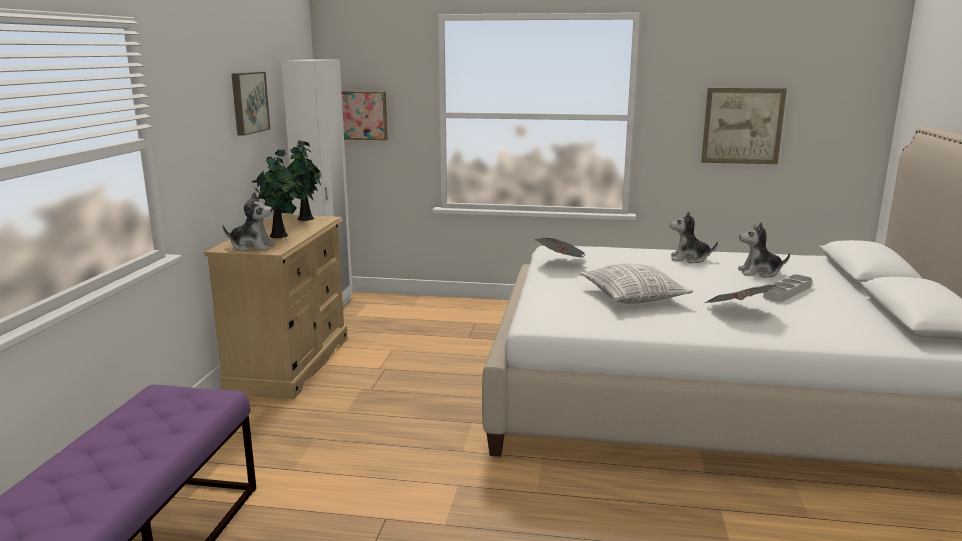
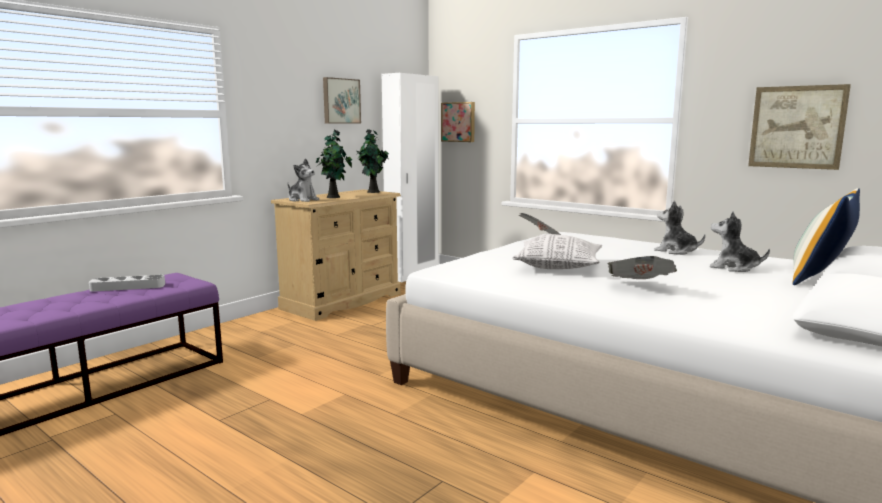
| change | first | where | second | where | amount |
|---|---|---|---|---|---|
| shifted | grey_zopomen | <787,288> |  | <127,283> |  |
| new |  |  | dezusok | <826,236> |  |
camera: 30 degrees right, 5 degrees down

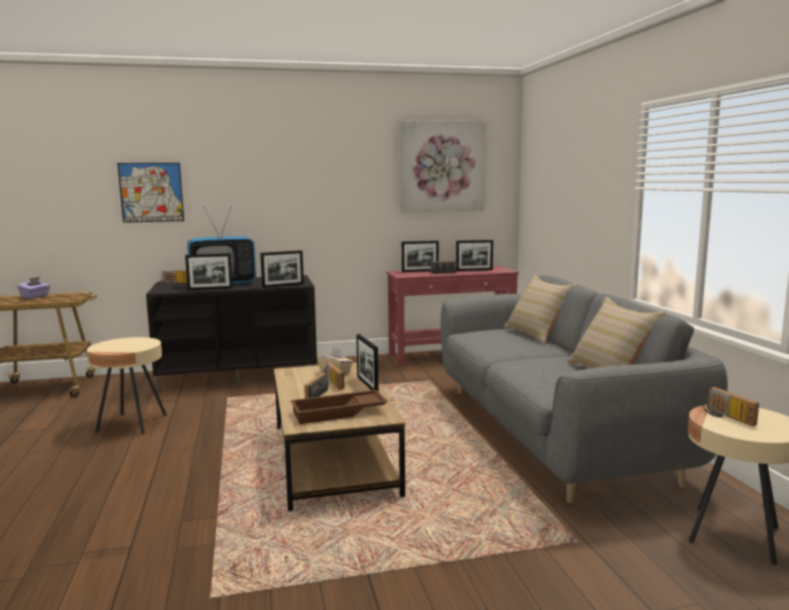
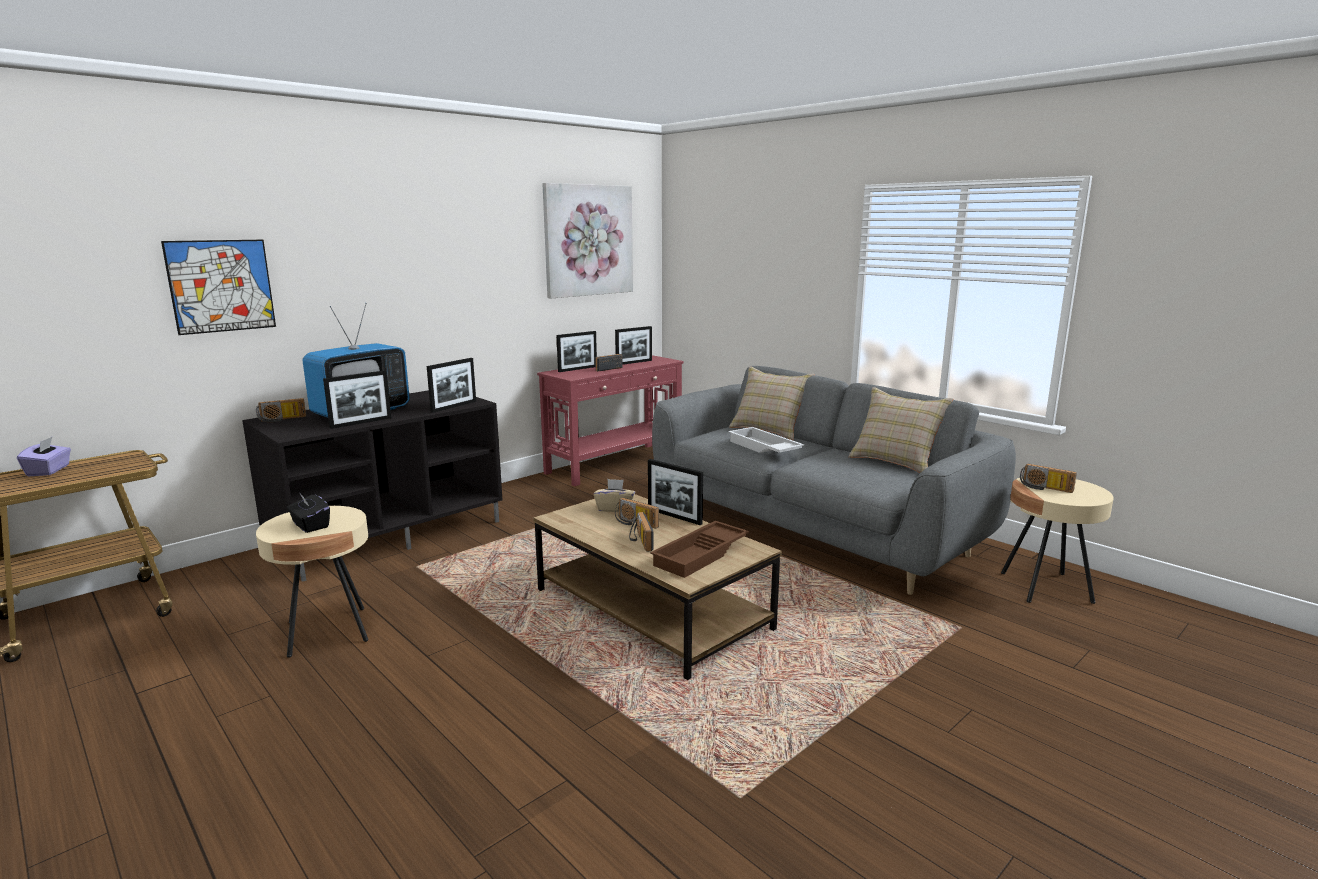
| change | first | where | second | where | amount |
|---|---|---|---|---|---|
| new |  |  | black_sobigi | <308,512> |  |
| new |  |  | white_zopomen | <766,440> |  |
camera: 30 degrees left, 5 degrees up

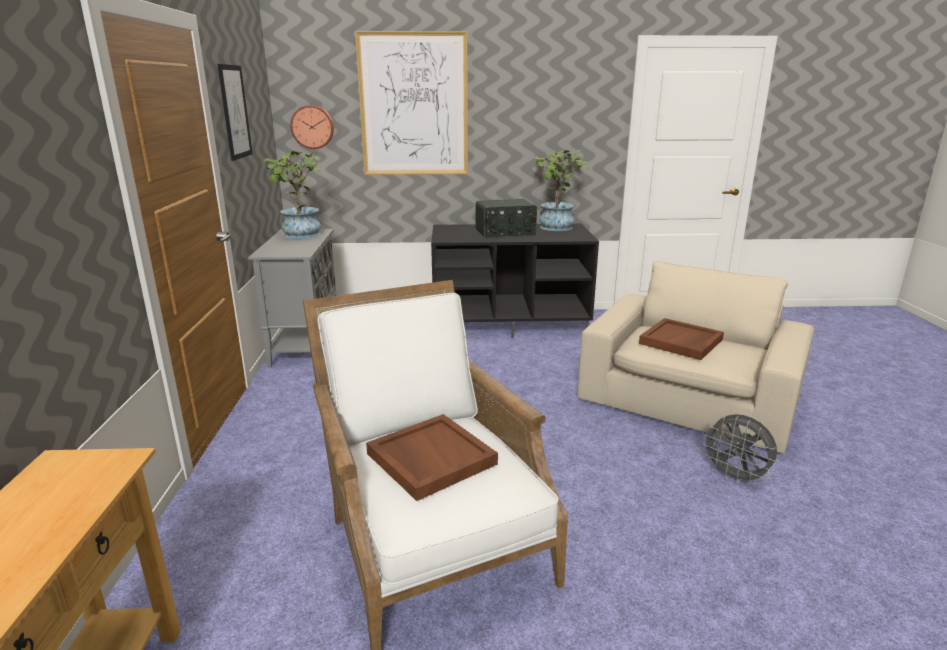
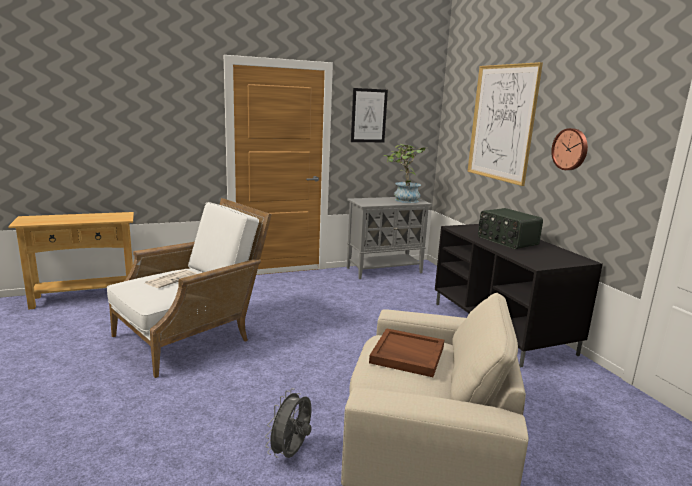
| change | first | where | second | where | amount |
|---|---|---|---|---|---|
| swapped | brown_zopomen | <432,457> | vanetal | <171,278> |  |
| shifted | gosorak | <312,127> |  | <569,149> |  |
| gone | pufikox | <562,190> |  |  |  |
camera: 70 degrees right, 5 degrees down

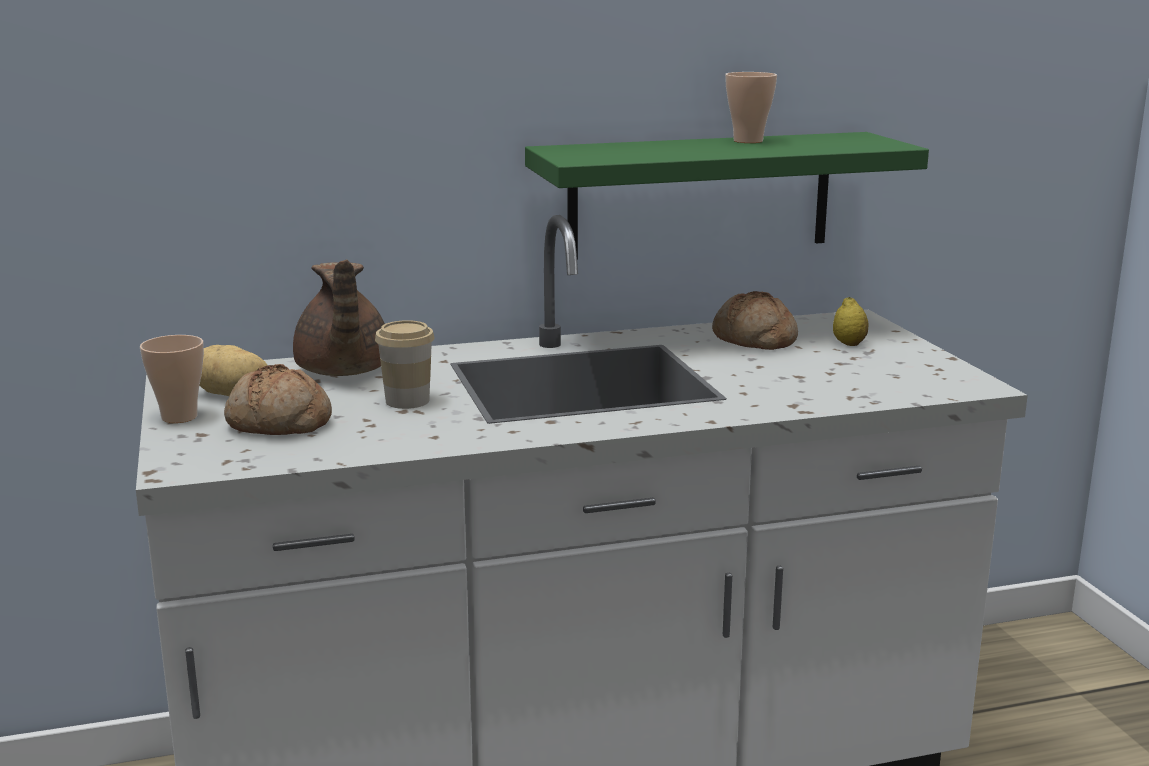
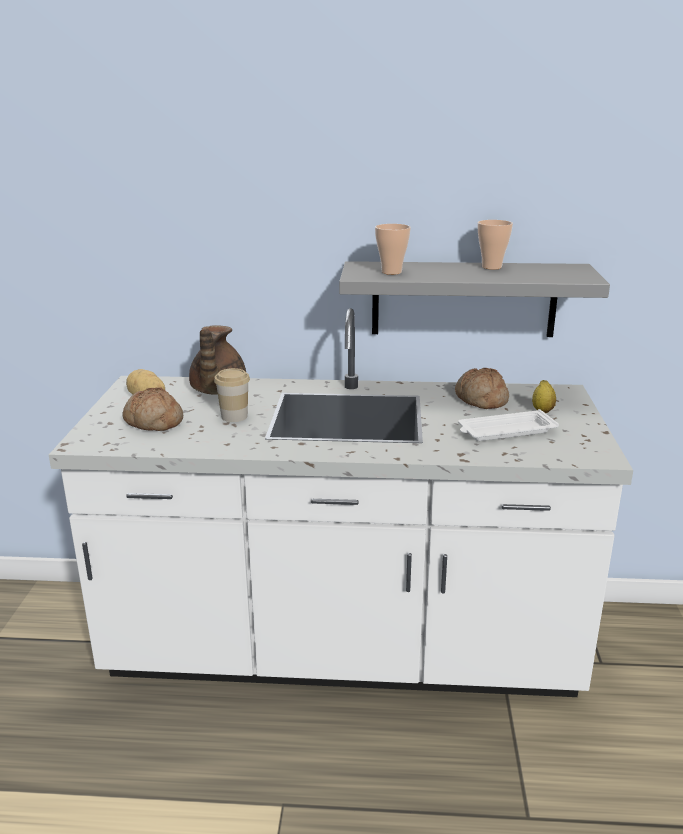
| change | first | where | second | where | amount |
|---|---|---|---|---|---|
| repainted | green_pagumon | <727,196> | grey_pagumon | <474,299> |  |
| shifted | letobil | <172,379> |  | <393,249> |  |
| new |  |  | white_zopomen | <508,425> |  |
camera: 20 degrees right, 5 degrees up

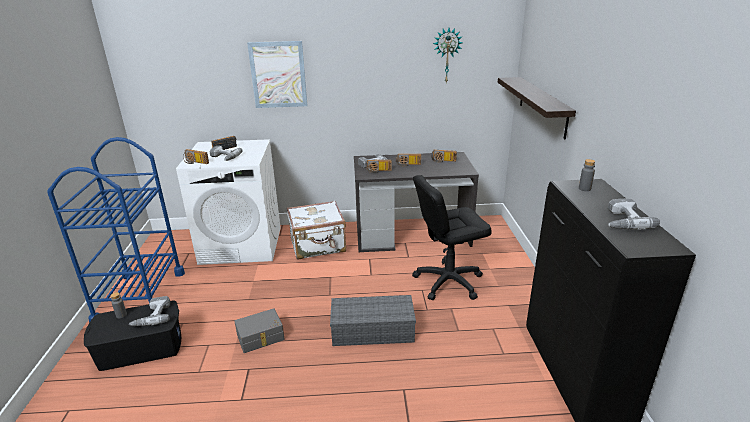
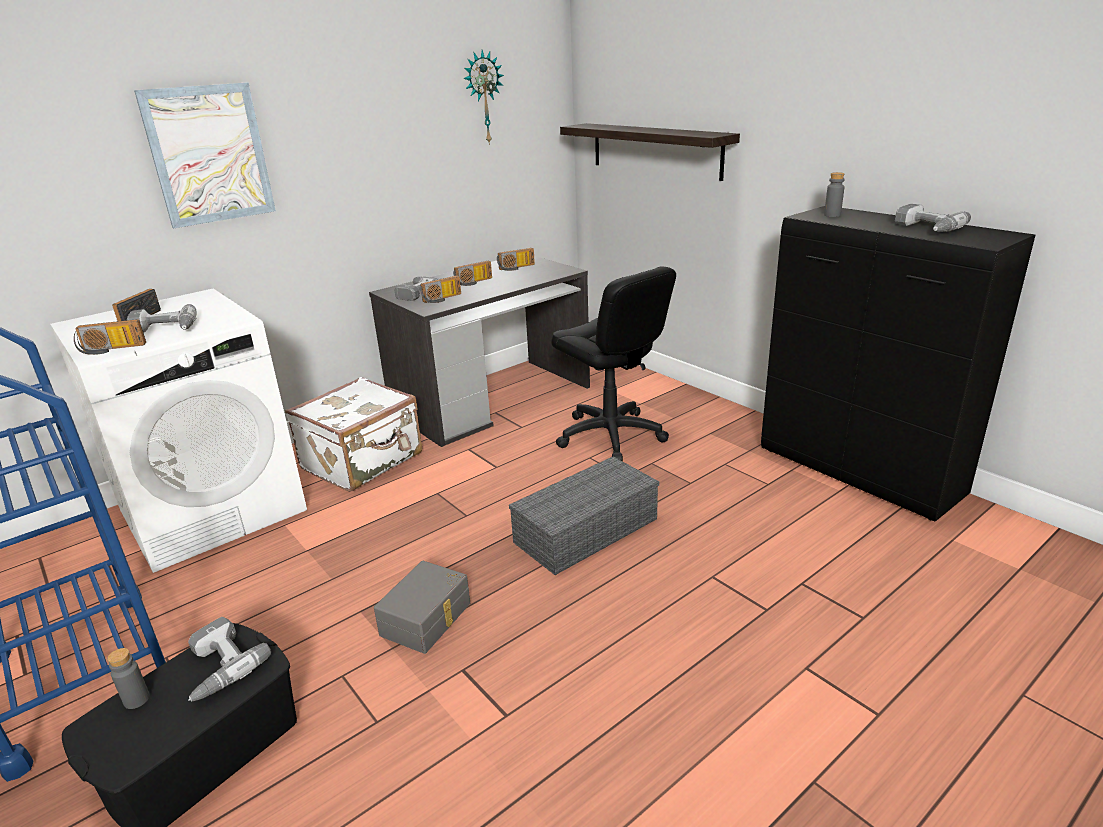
| change | first | where | second | where | amount |
|---|---|---|---|---|---|
| rotated | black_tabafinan | <452,237> |  | <613,363> | 75 degrees counterclockwise |
camera: 35 degrees left, 0 degrees up

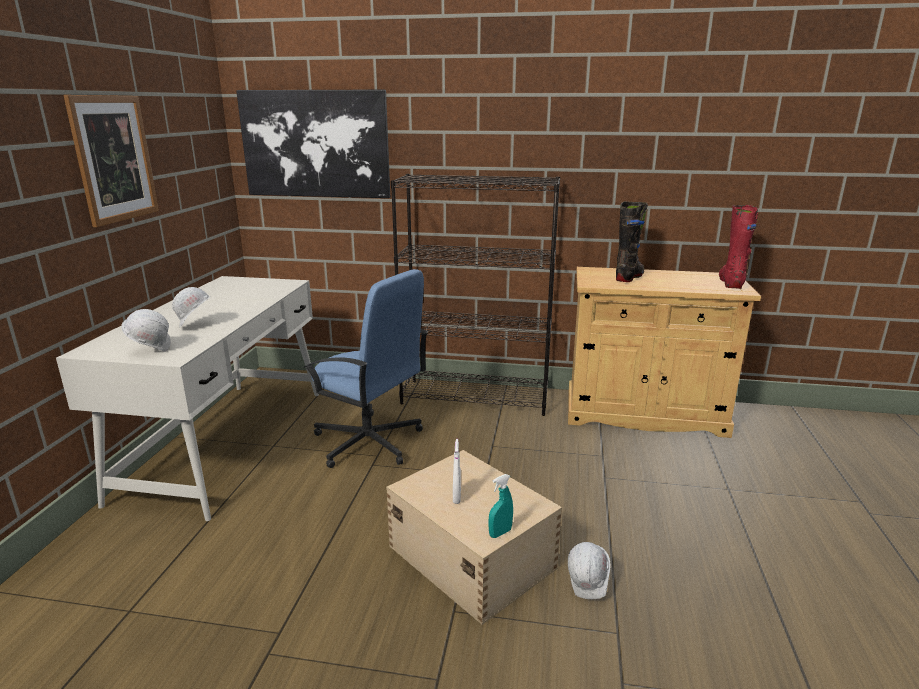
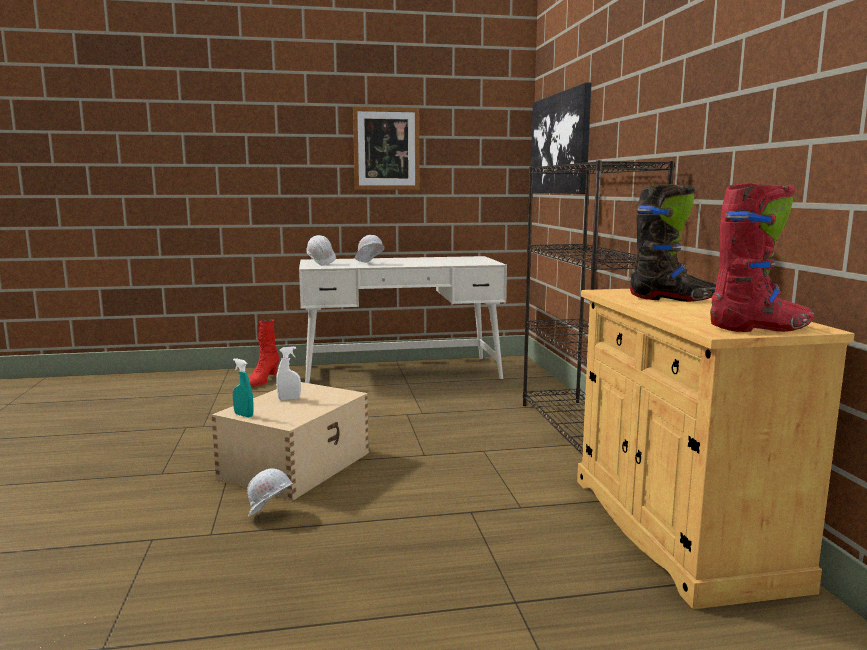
| change | first | where | second | where | amount |
|---|---|---|---|---|---|
| new |  |  | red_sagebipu | <264,353> |  |
| gone | blue_tabafinan | <366,368> |  |  |  |
camera: 70 degrees right, 10 degrees down

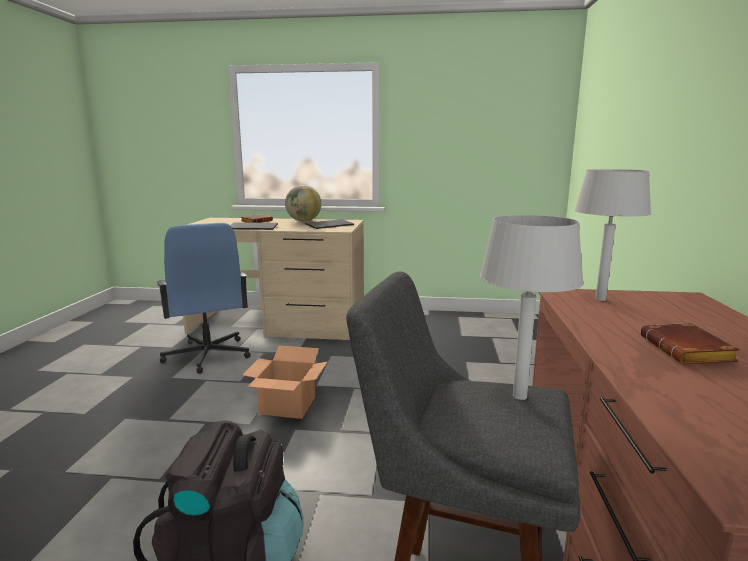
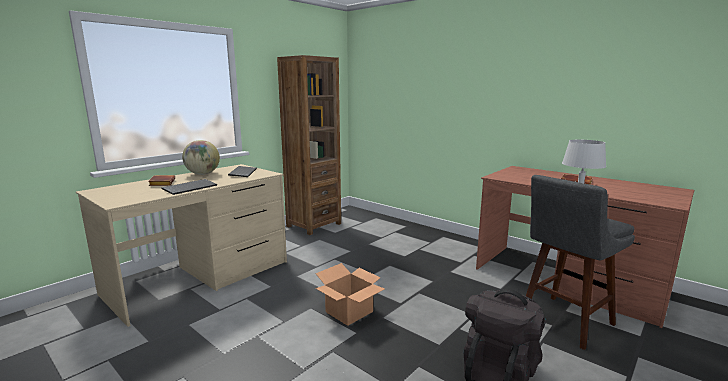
| change | first | where | second | where | amount |
|---|---|---|---|---|---|
| new |  |  | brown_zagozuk | <309,145> |  |
| gone | blue_tabafinan | <204,298> |  |  |  |
| gone | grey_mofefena | <613,235> |  |  |  |
camera: 55 degrees left, 0 degrees up

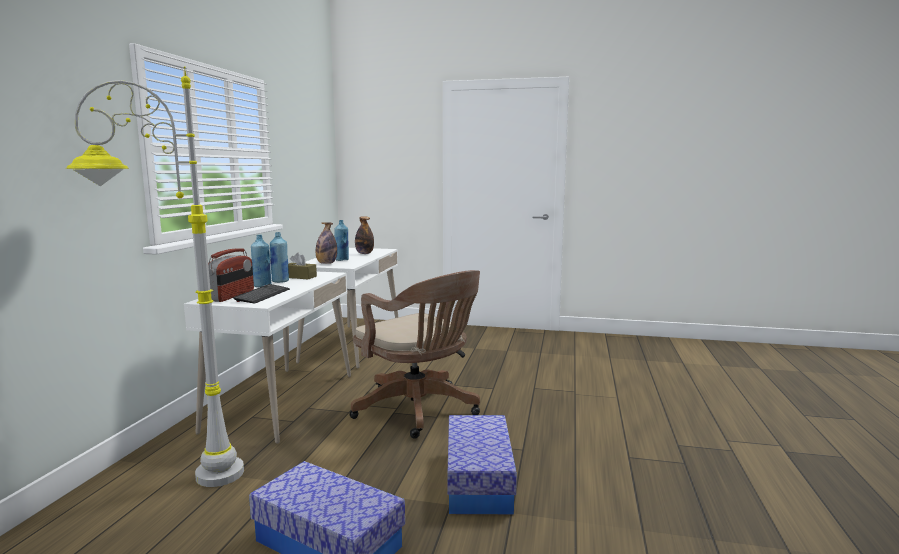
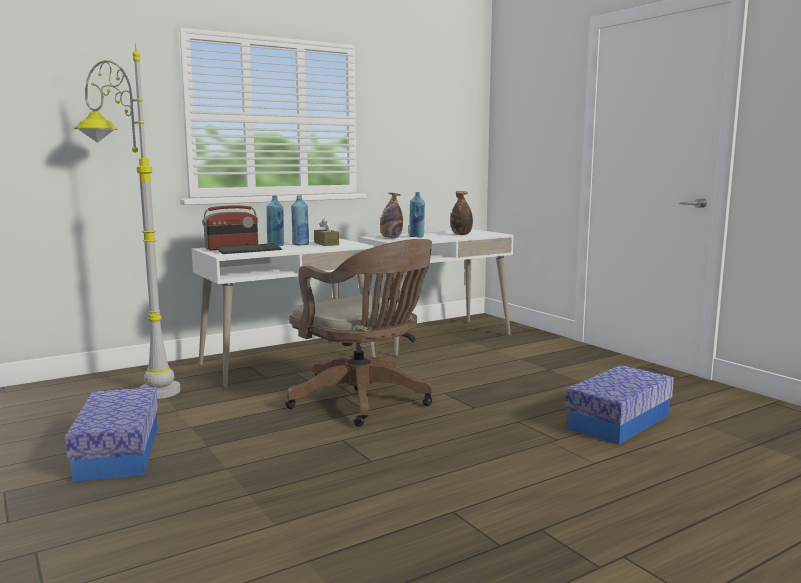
| change | first | where | second | where | amount |
|---|---|---|---|---|---|
| rotated | brown_tabafinan | <414,354> |  | <358,333> | 45 degrees counterclockwise |
| shifted | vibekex | <482,464> |  | <619,405> |  |
camera: 45 degrees right, 0 degrees up

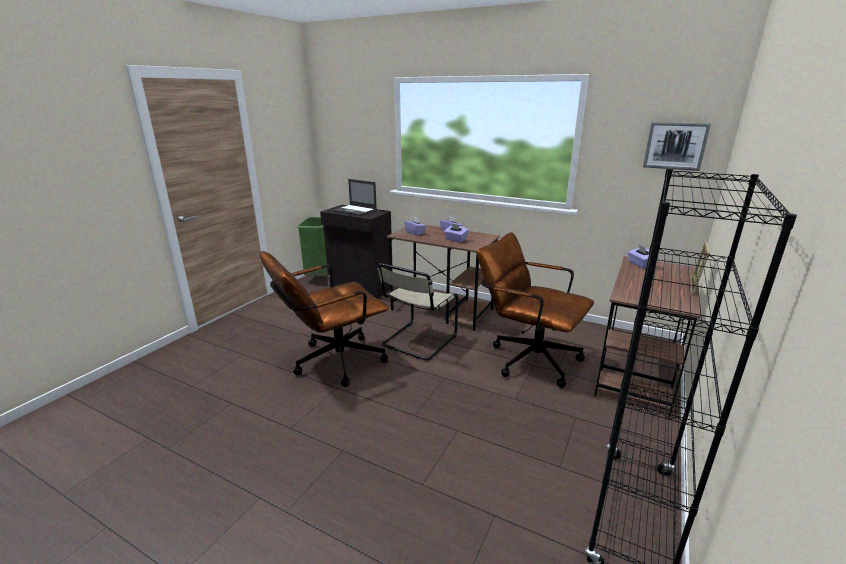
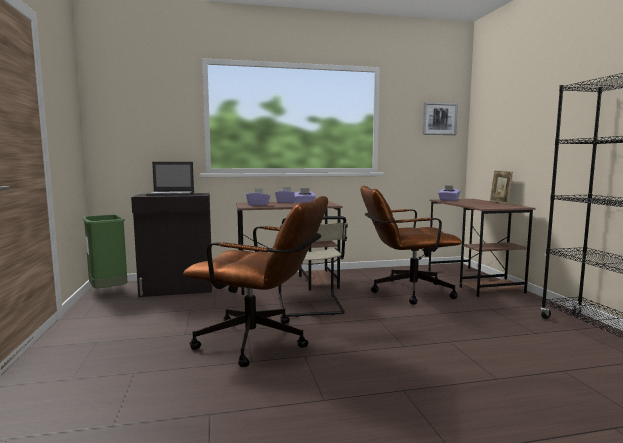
| change | first | where | second | where | amount |
|---|---|---|---|---|---|
| rotated | brown_tabafinan | <324,319> |  | <255,281> | 90 degrees counterclockwise |
camera: 40 degrees left, 15 degrees down

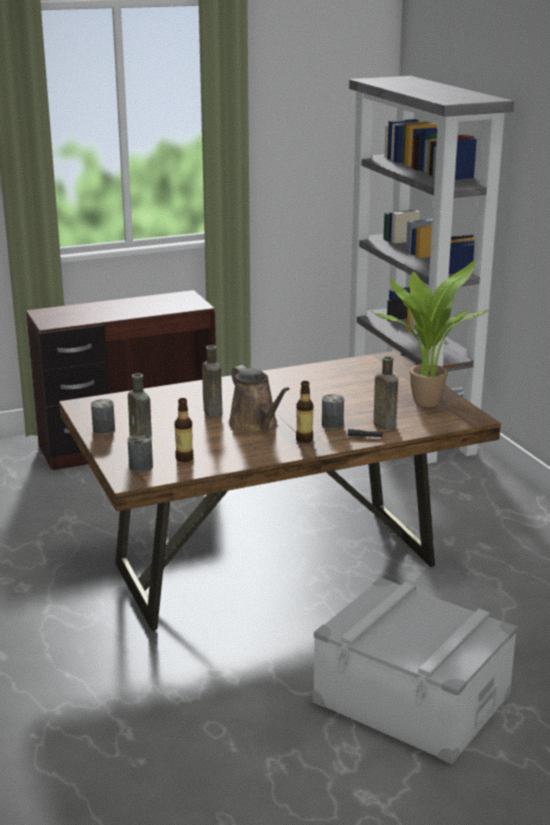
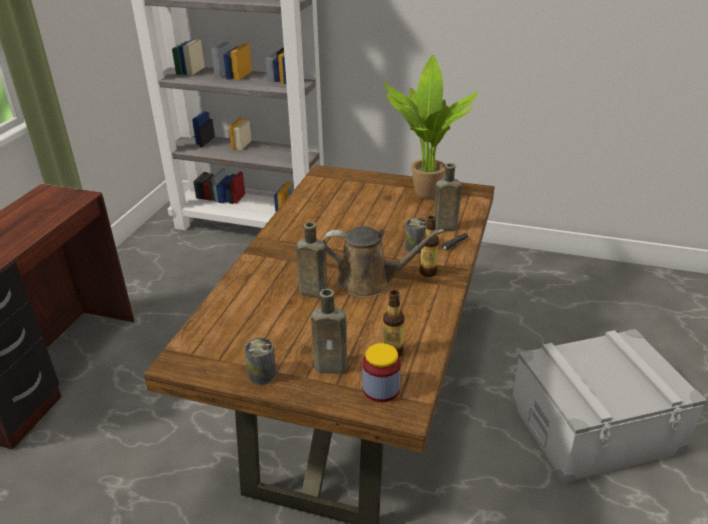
| change | first | where | second | where | amount |
|---|---|---|---|---|---|
| swapped | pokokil | <140,453> | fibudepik | <381,372> |  |
camera: 50 degrees left, 10 degrees up

